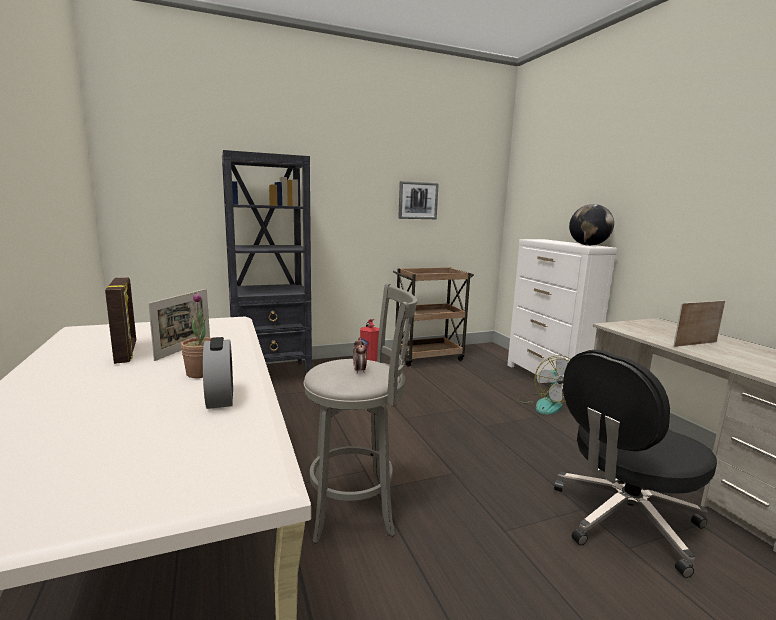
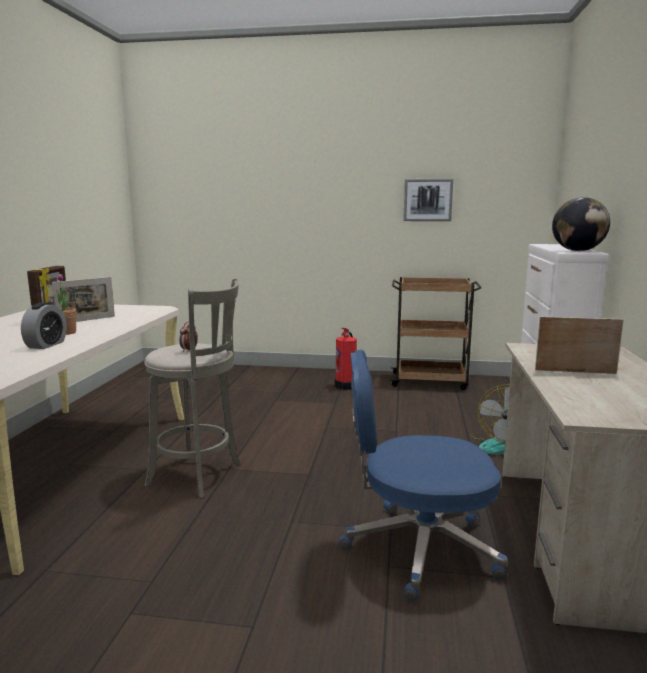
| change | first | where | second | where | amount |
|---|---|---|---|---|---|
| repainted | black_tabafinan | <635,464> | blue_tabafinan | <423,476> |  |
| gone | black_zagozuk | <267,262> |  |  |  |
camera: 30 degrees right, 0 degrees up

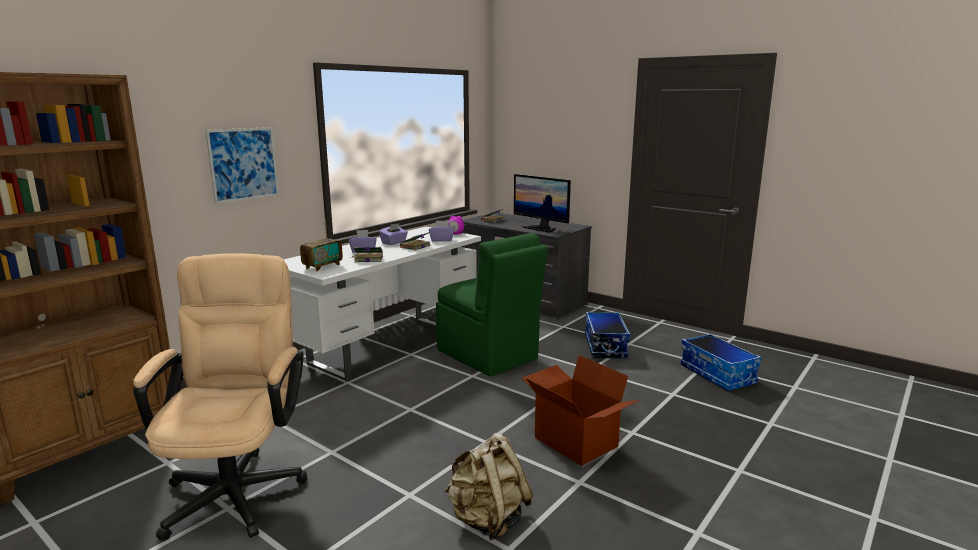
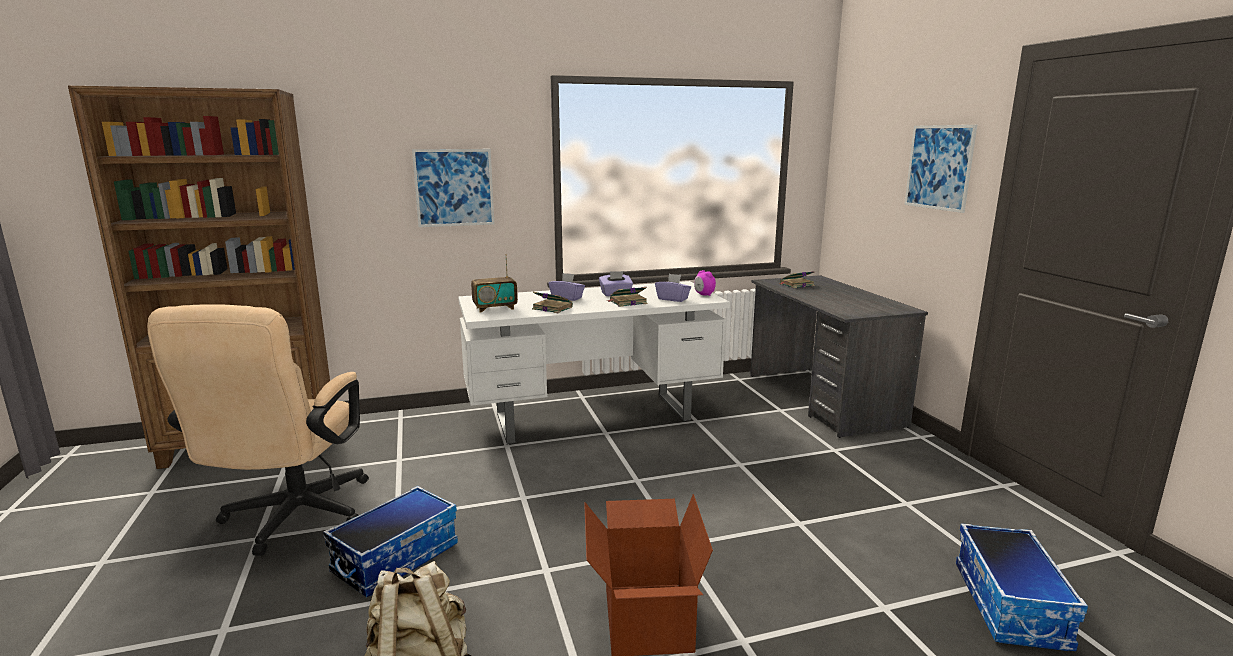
| change | first | where | second | where | amount |
|---|---|---|---|---|---|
| rotated | beige_tabafinan | <220,397> |  | <258,430> | 150 degrees clockwise |
| shifted | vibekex | <607,335> |  | <390,541> |  |
| new |  |  | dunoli | <940,169> |  |
| gone | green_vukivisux | <492,305> |  |  |  |
| gone | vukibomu | <542,203> |  |  |  |
camera: 35 degrees right, 0 degrees up

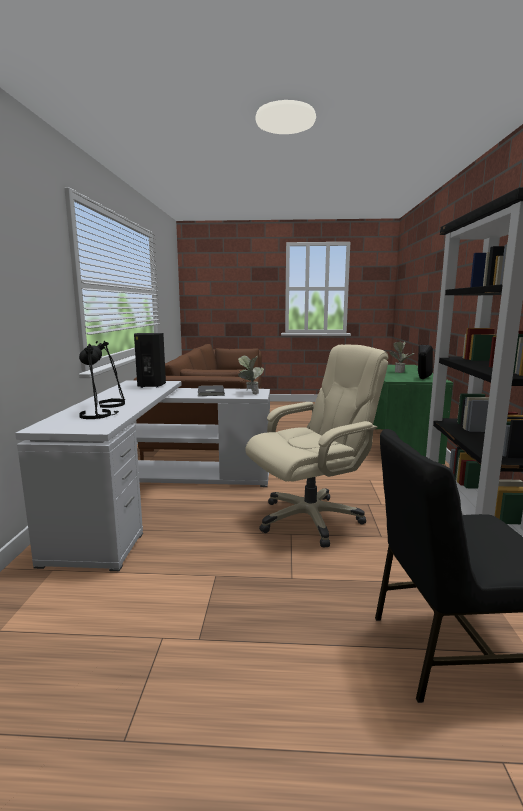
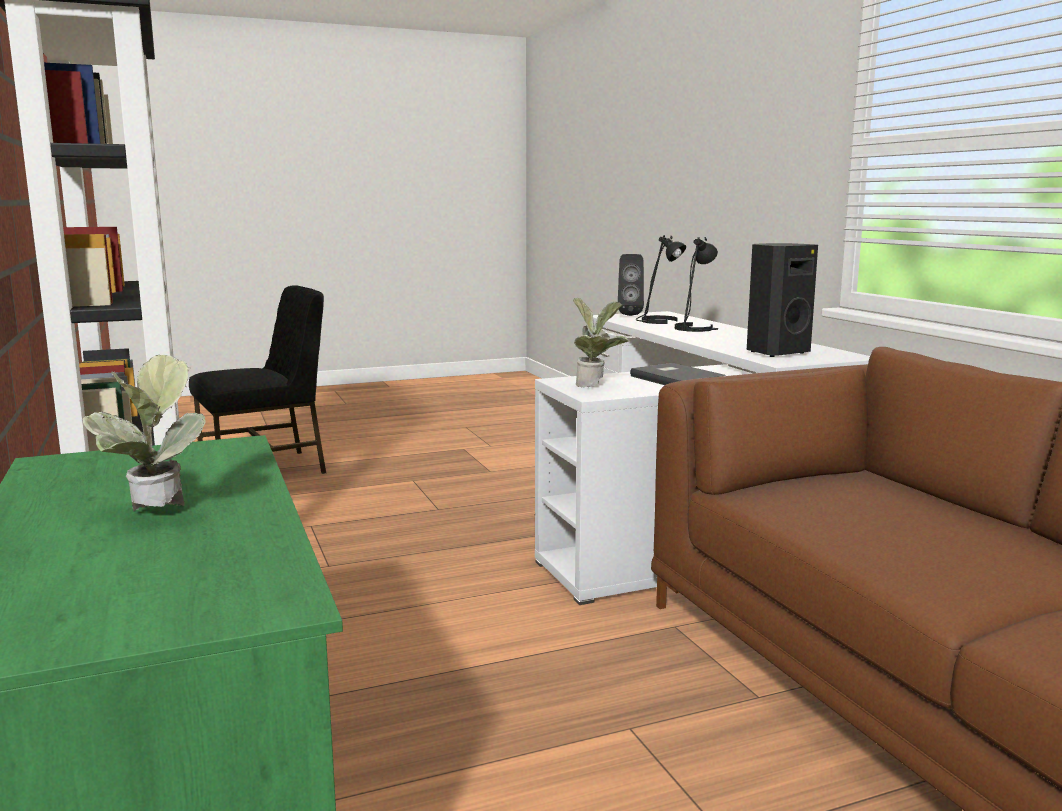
| change | first | where | second | where | amount |
|---|---|---|---|---|---|
| shifted | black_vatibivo | <425,362> |  | <631,285> |  |
| gone | beige_tabafinan | <317,446> |  |  |  |
camera: 155 degrees right, 0 degrees up

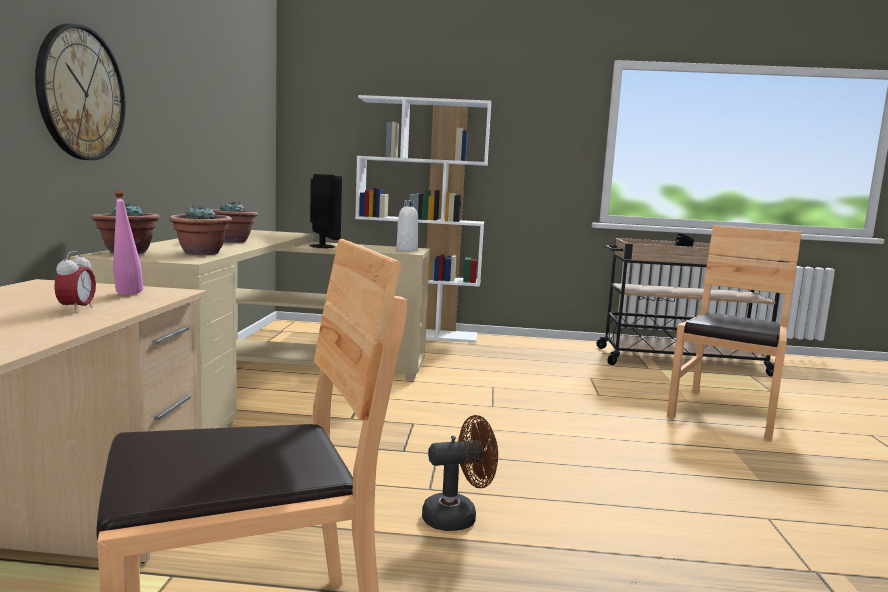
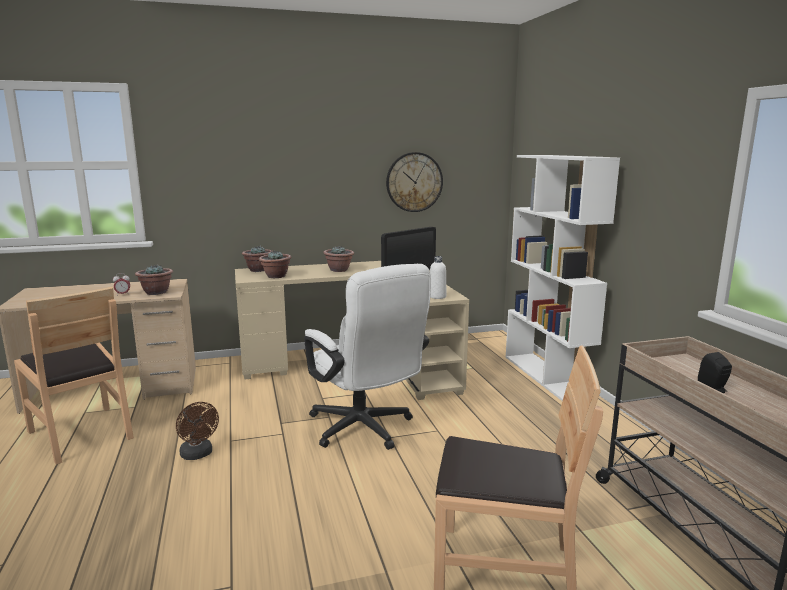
| change | first | where | second | where | amount |
|---|---|---|---|---|---|
| swapped | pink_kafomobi | <128,243> | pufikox | <154,279> |  |
| new |  |  | white_tabafinan | <367,357> |  |
| shifted | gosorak | <80,92> |  | <414,182> |  |
camera: 70 degrees right, 5 degrees up

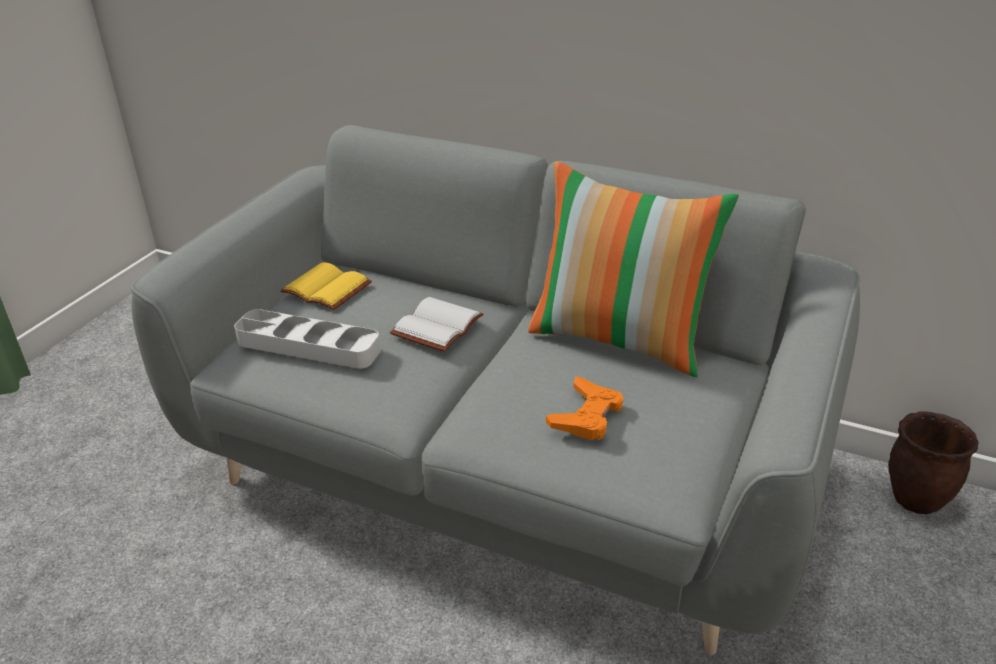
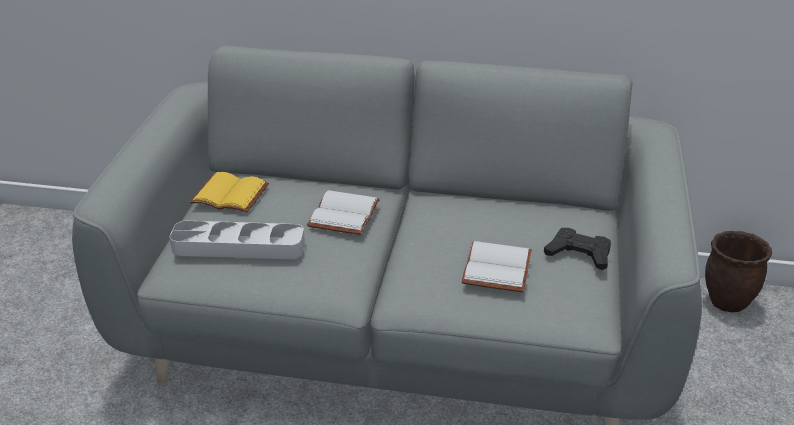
| change | first | where | second | where | amount |
|---|---|---|---|---|---|
| swapped | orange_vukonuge | <584,408> | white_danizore | <497,266> |  |
| new |  |  | black_vukonuge | <577,249> |  |
| gone | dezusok | <633,269> |  |  |  |
camera: 15 degrees left, 0 degrees up

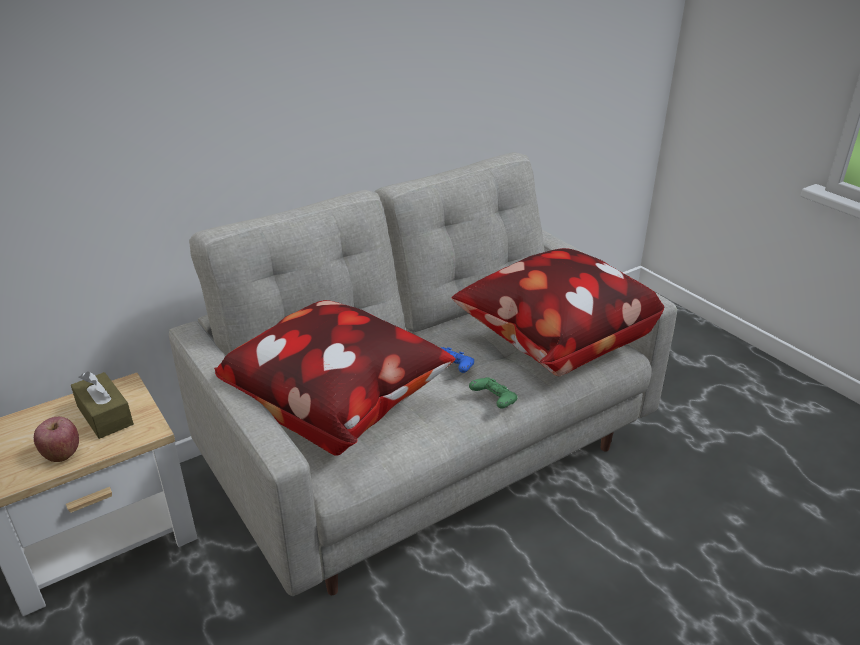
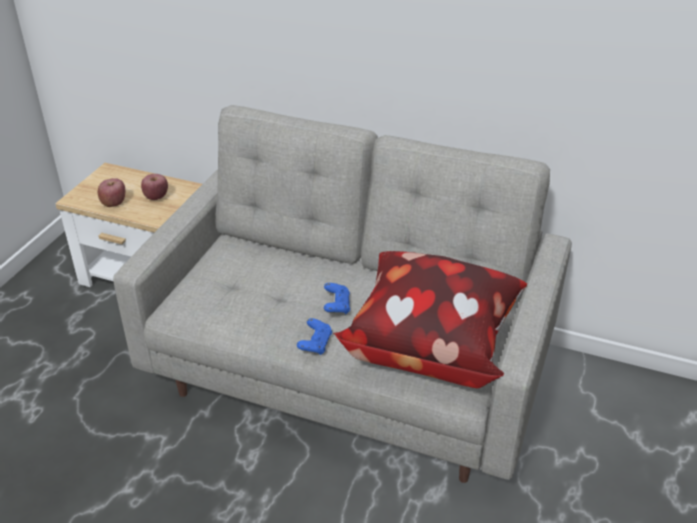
| change | first | where | second | where | amount |
|---|---|---|---|---|---|
| swapped | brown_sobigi | <102,405> | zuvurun | <154,187> |  |
| repainted | green_vukonuge | <493,393> | blue_vukonuge | <314,336> |  |
| gone | dezusok | <335,378> |  |  |  |
camera: 55 degrees right, 5 degrees up

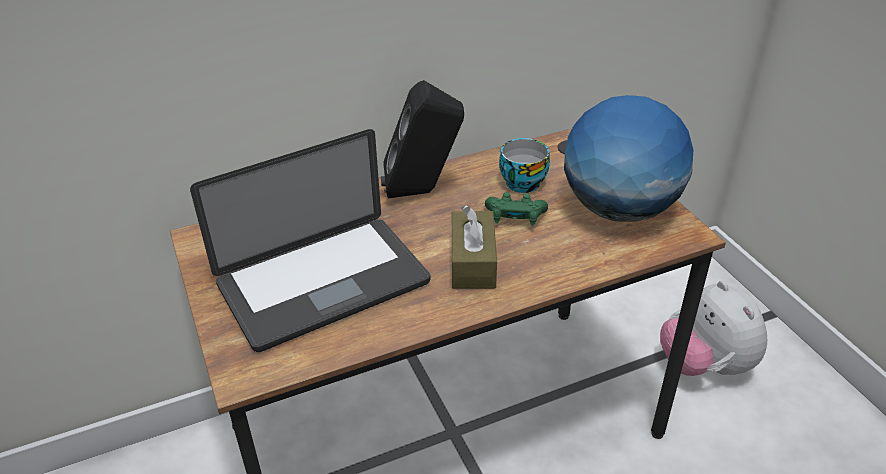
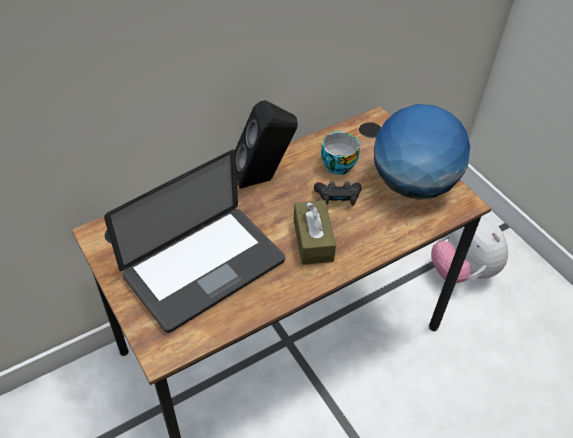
| change | first | where | second | where | amount |
|---|---|---|---|---|---|
| repainted | green_vukonuge | <516,209> | black_vukonuge | <338,193> |  |
camera: 10 degrees left, 10 degrees up

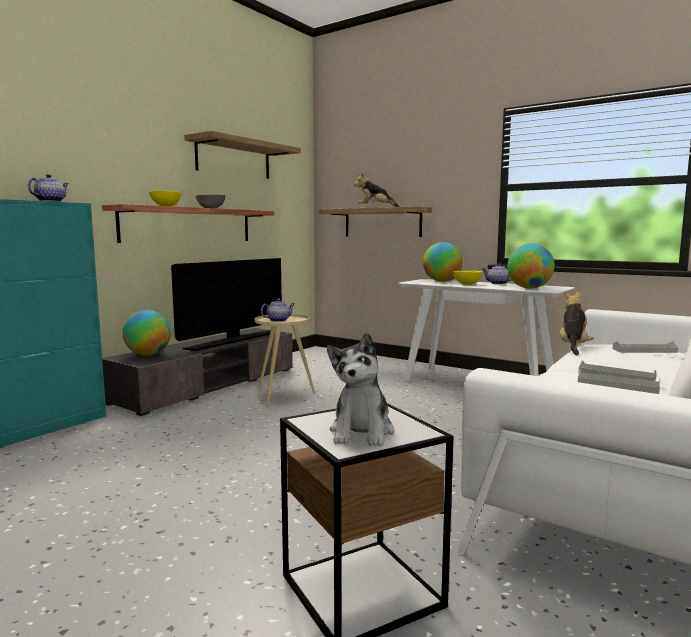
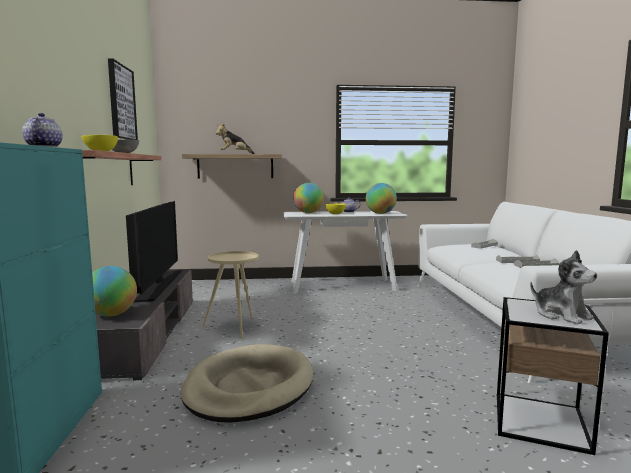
| change | first | where | second | where | amount |
|---|---|---|---|---|---|
| swapped | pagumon | <242,155> | dunoli | <123,99> |  |
| new |  |  | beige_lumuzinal | <247,383> |  |
| gone | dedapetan | <278,310> |  |  |  |
| gone | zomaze | <577,323> |  |  |  |
camera: 40 degrees left, 0 degrees up

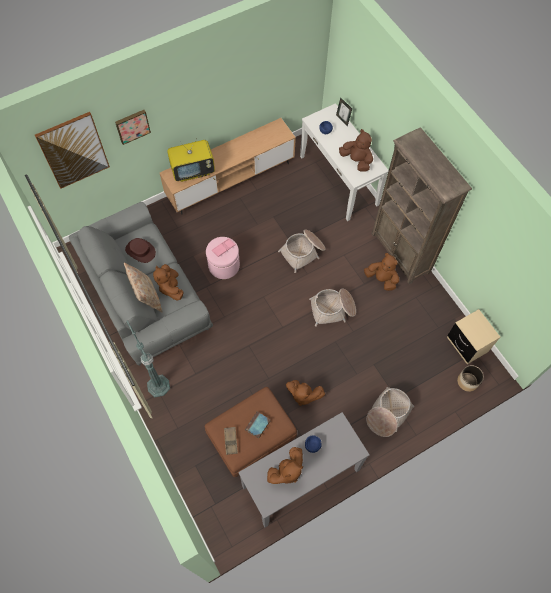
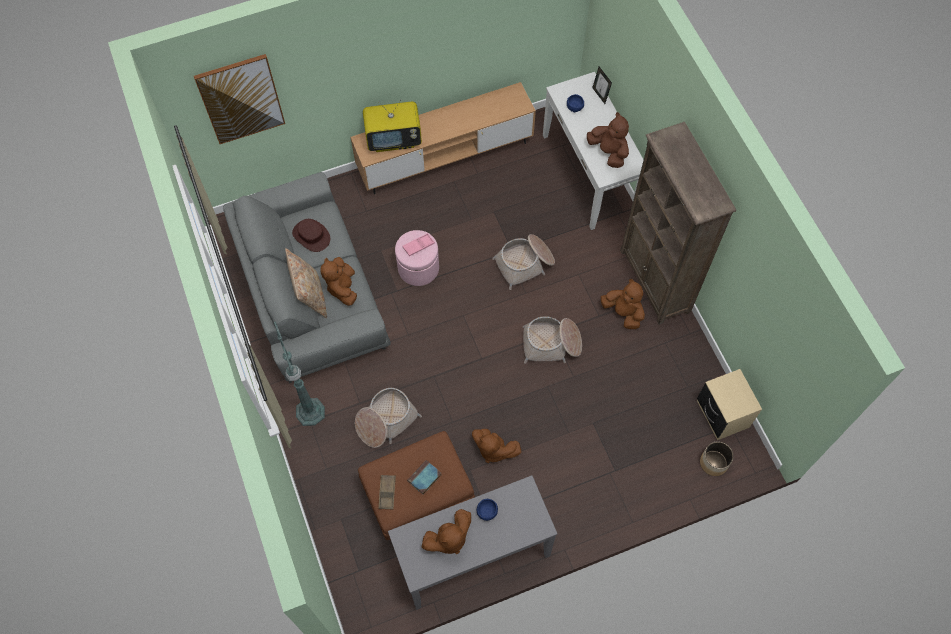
| change | first | where | second | where | amount |
|---|---|---|---|---|---|
| shifted | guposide | <390,412> |  | <388,418> |  |
| gone | dunoli | <133,127> |  |  |  |
camera: 10 degrees right, 0 degrees up

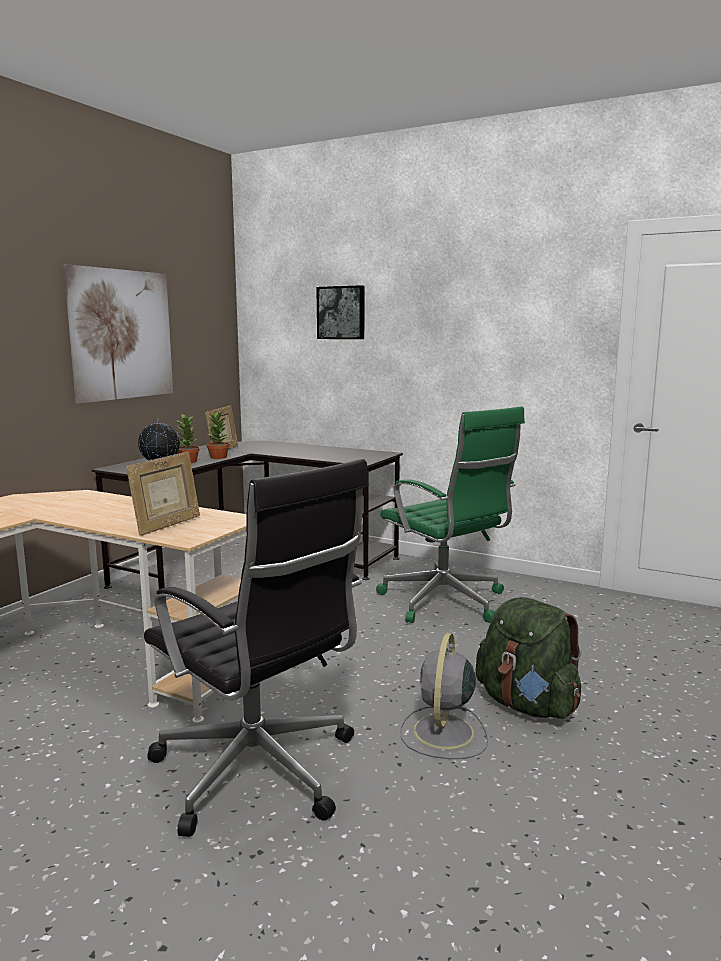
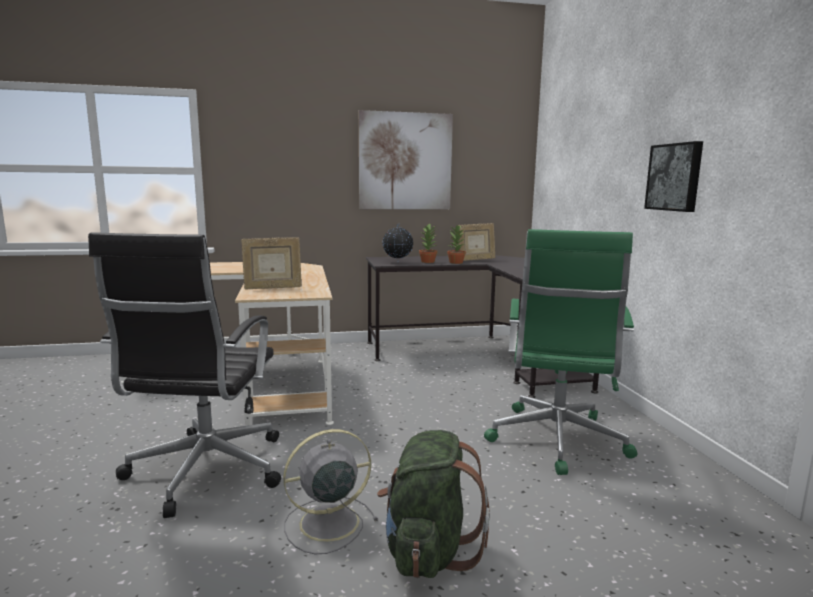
| change | first | where | second | where | amount |
|---|---|---|---|---|---|
| shifted | dunoli | <340,312> |  | <673,176> |  |
camera: 50 degrees right, 0 degrees up

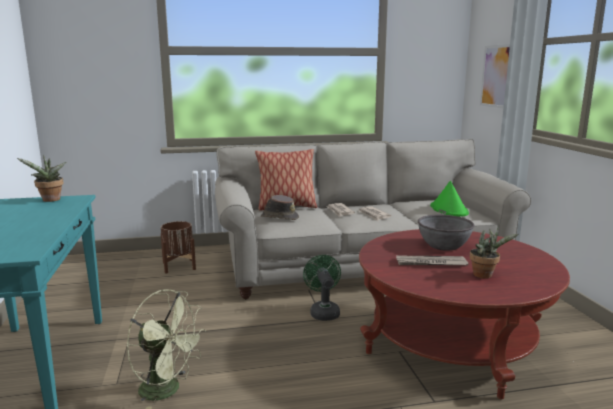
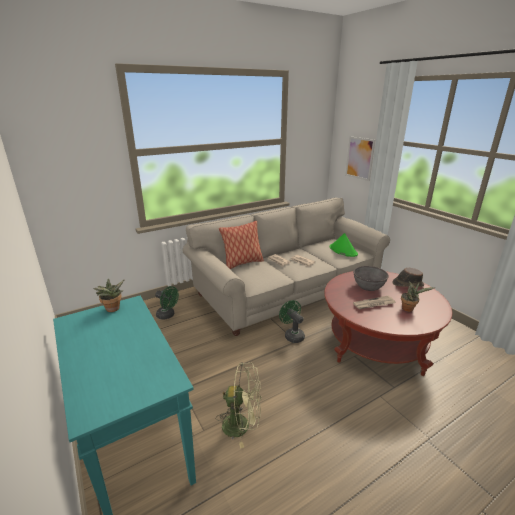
| change | first | where | second | where | amount |
|---|---|---|---|---|---|
| swapped | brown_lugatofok | <178,247> | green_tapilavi | <167,303> |  |
| shifted | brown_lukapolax | <280,207> |  | <408,277> |  |
camera: 20 degrees left, 10 degrees up

